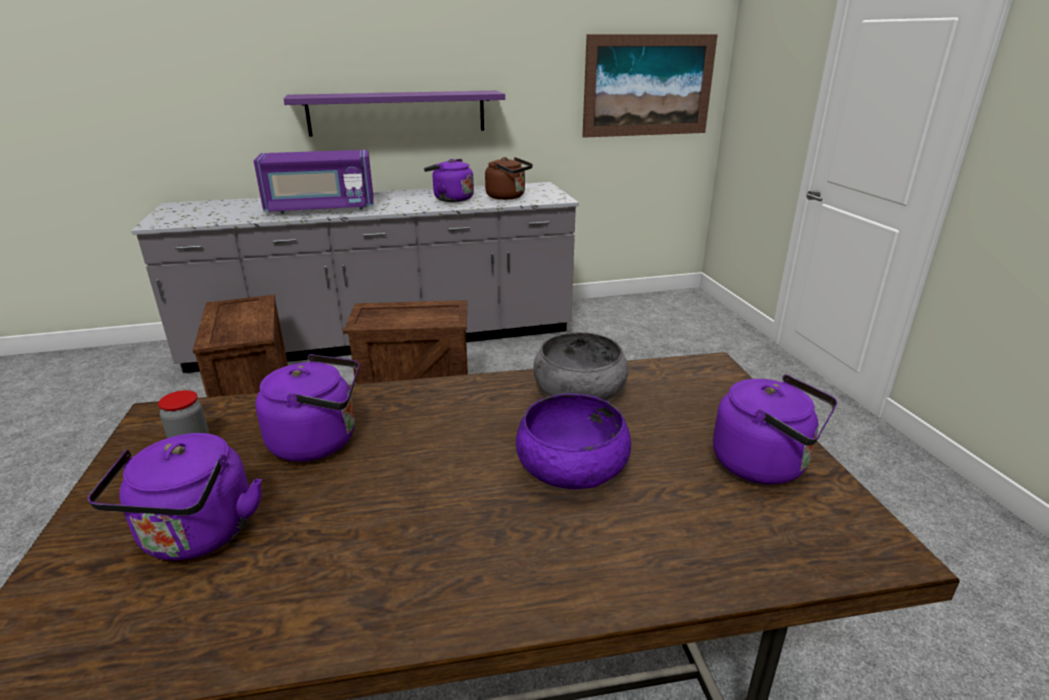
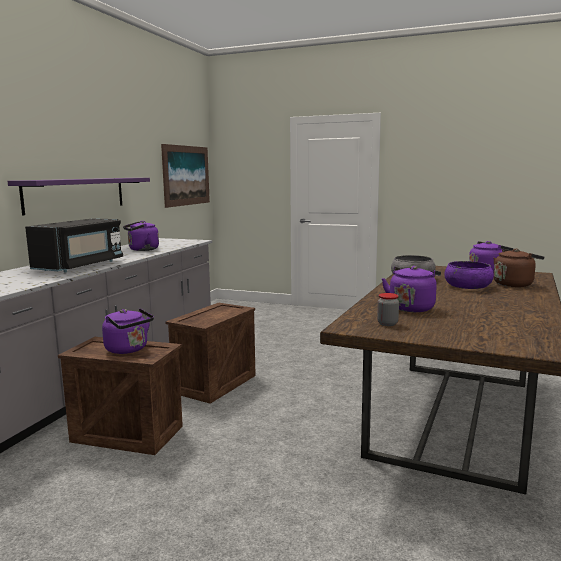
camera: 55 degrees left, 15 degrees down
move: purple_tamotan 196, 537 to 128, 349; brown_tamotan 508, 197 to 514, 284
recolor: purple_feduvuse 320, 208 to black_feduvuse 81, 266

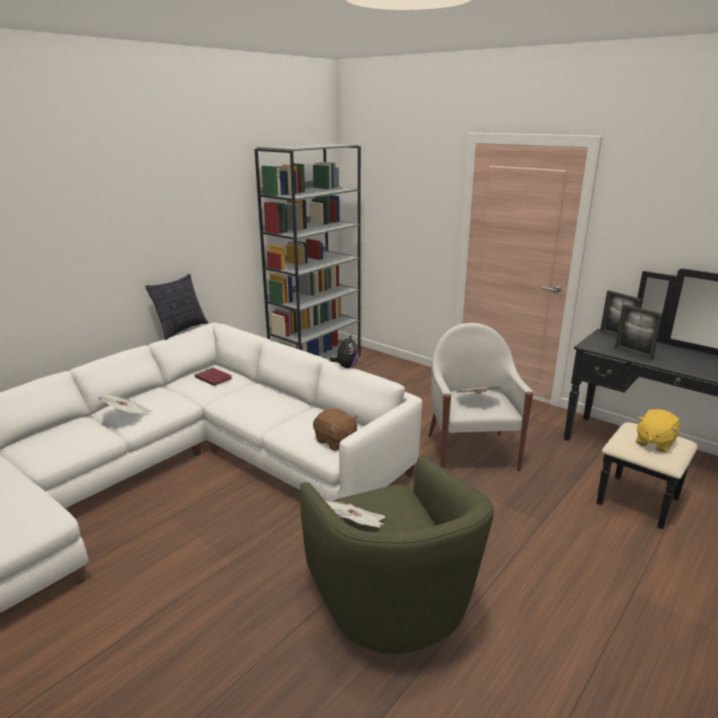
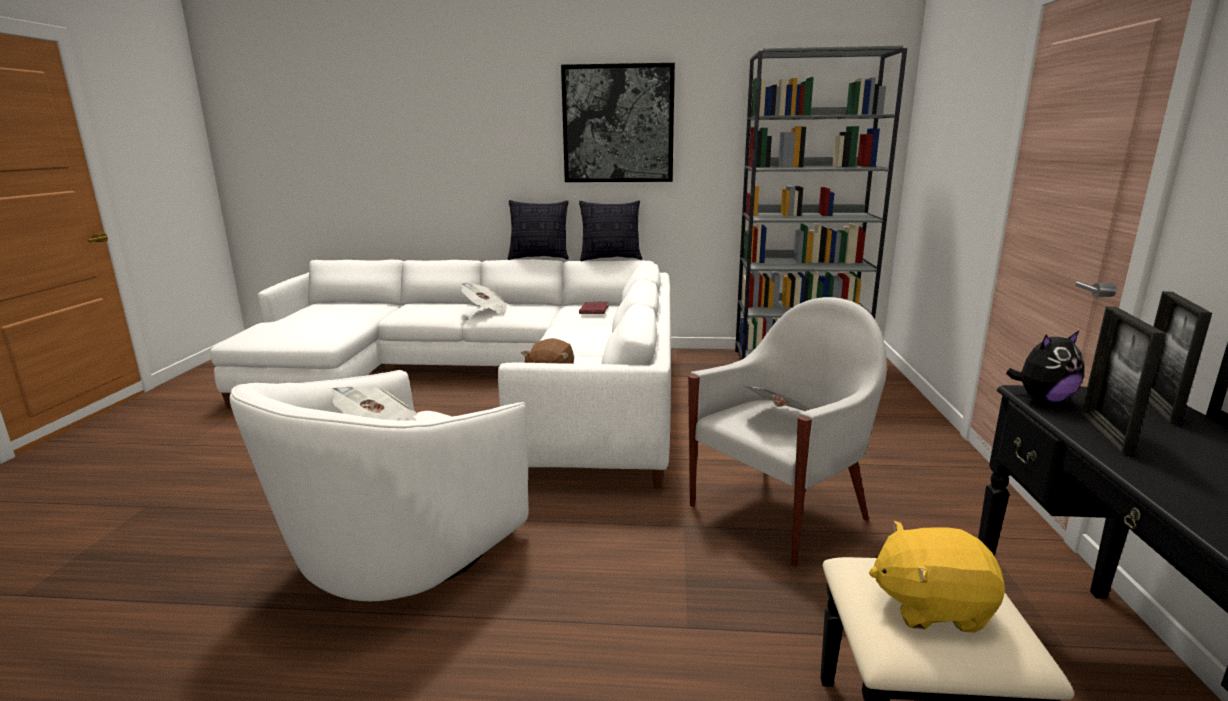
camera: 55 degrees right, 5 degrees down
insert: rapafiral 539, 258; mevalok 618, 124
move: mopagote 346, 366 to 1043, 399
recolor: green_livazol 392, 604 to white_livazol 402, 554

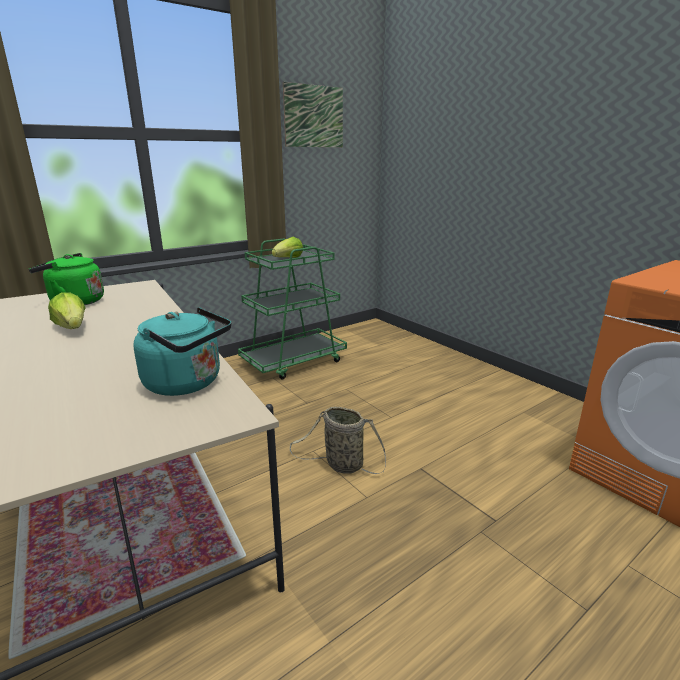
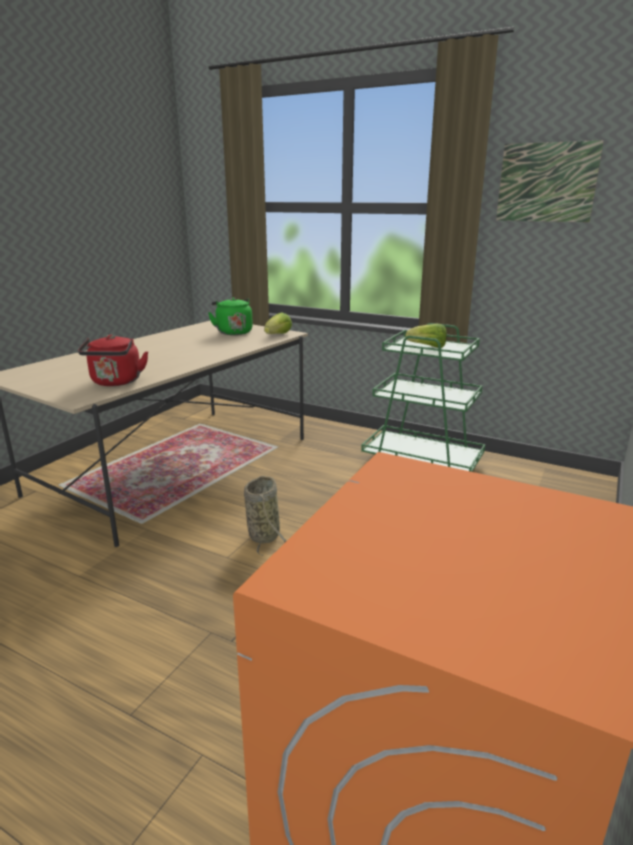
camera: 65 degrees right, 0 degrees up
move: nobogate 72, 328 to 278, 335
recolor: turquoise_tamotan 188, 383 to red_tamotan 116, 382

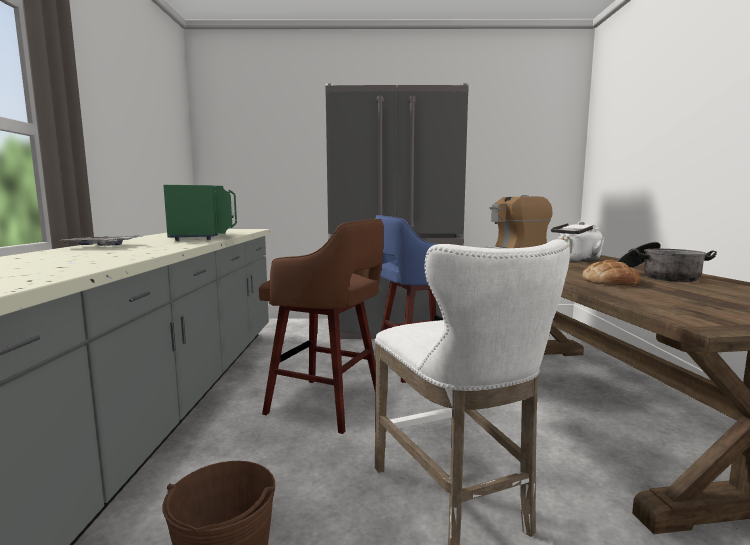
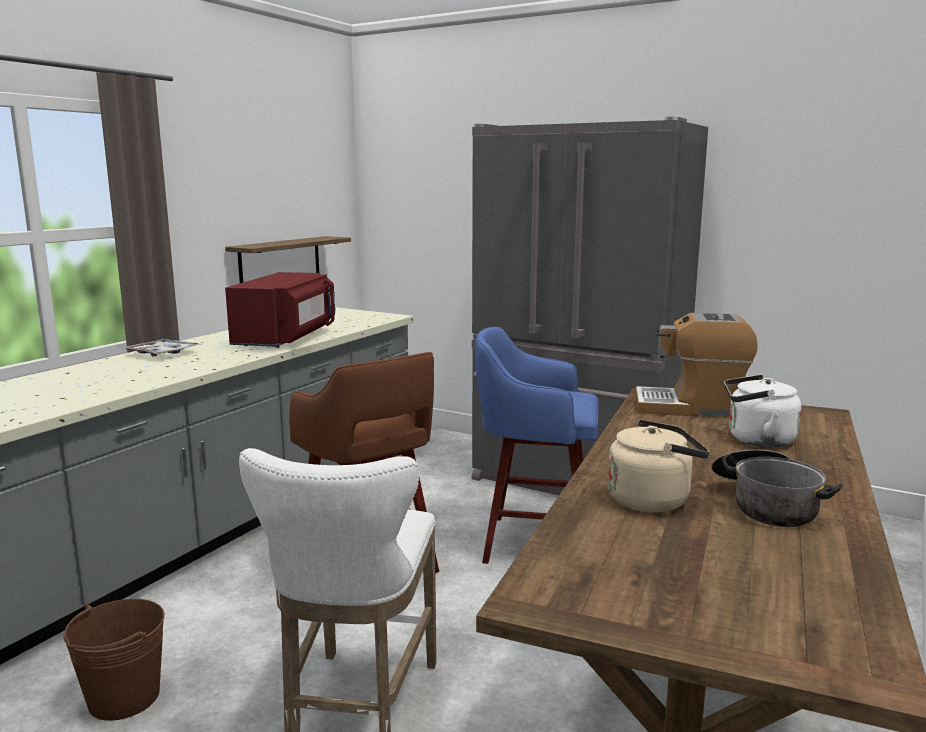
camera: 30 degrees right, 5 degrees up
insert: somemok 280, 260
replace: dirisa 610, 282 to beige_tamotan 652, 500
recolor: green_feduvuse 203, 237 to red_feduvuse 287, 338

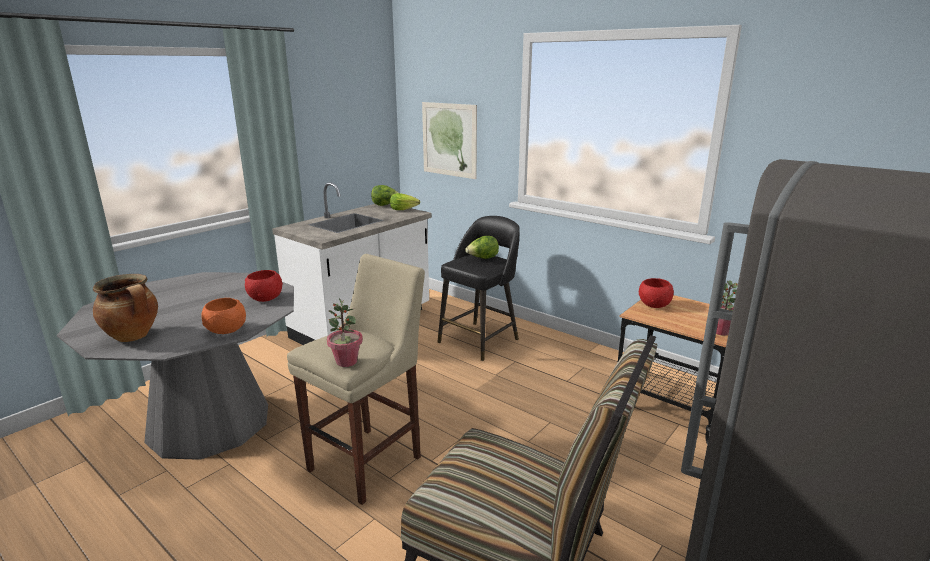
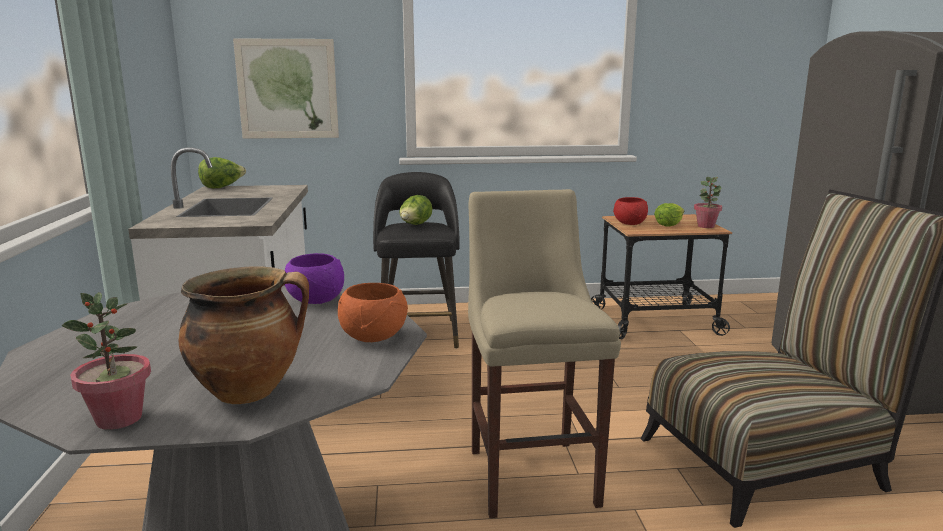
camera: 45 degrees left, 5 degrees down
move: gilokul 346, 362 to 119, 419; nobogate 403, 209 to 669, 224
recolor: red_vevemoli 265, 298 to purple_vevemoli 315, 300

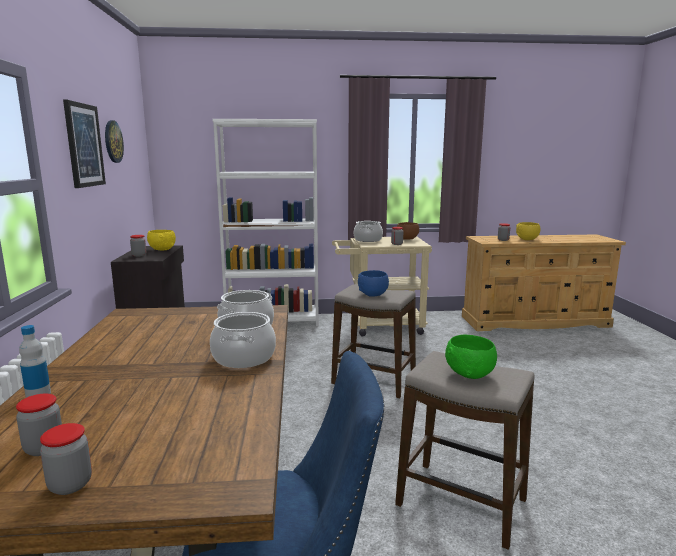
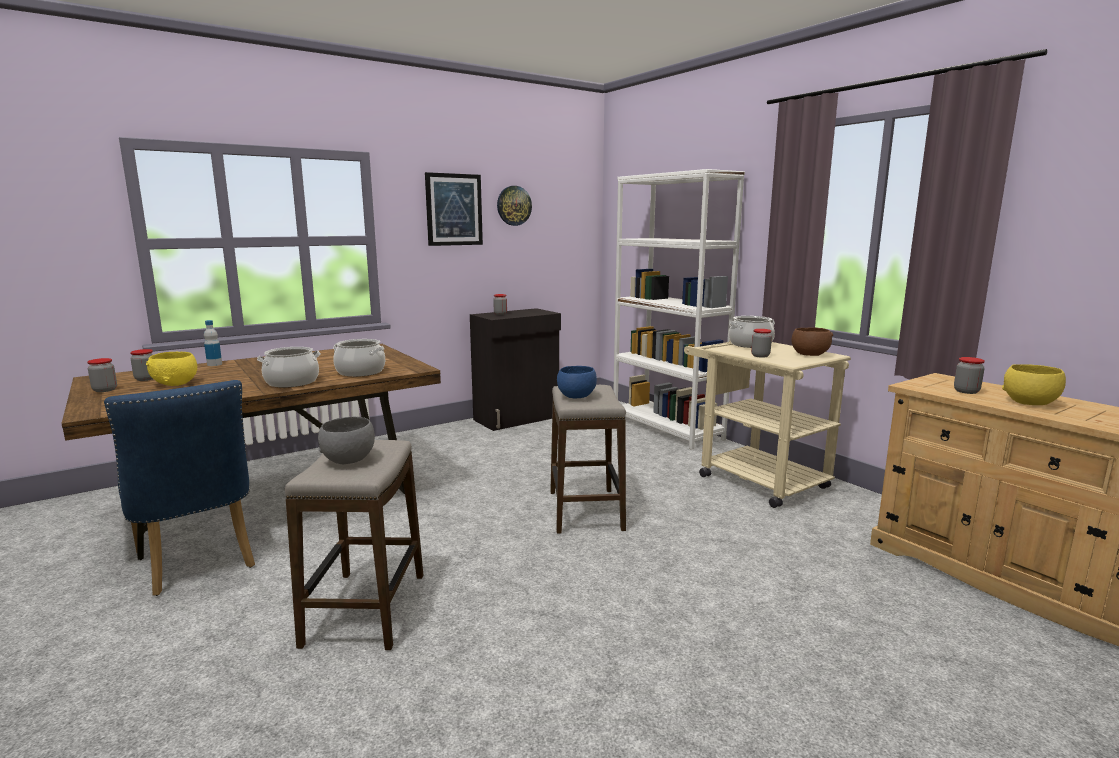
camera: 60 degrees right, 0 degrees up
move: yellow_vevemoli 162, 249 to 176, 383
recolor: green_vevemoli 470, 374 to grey_vevemoli 349, 460

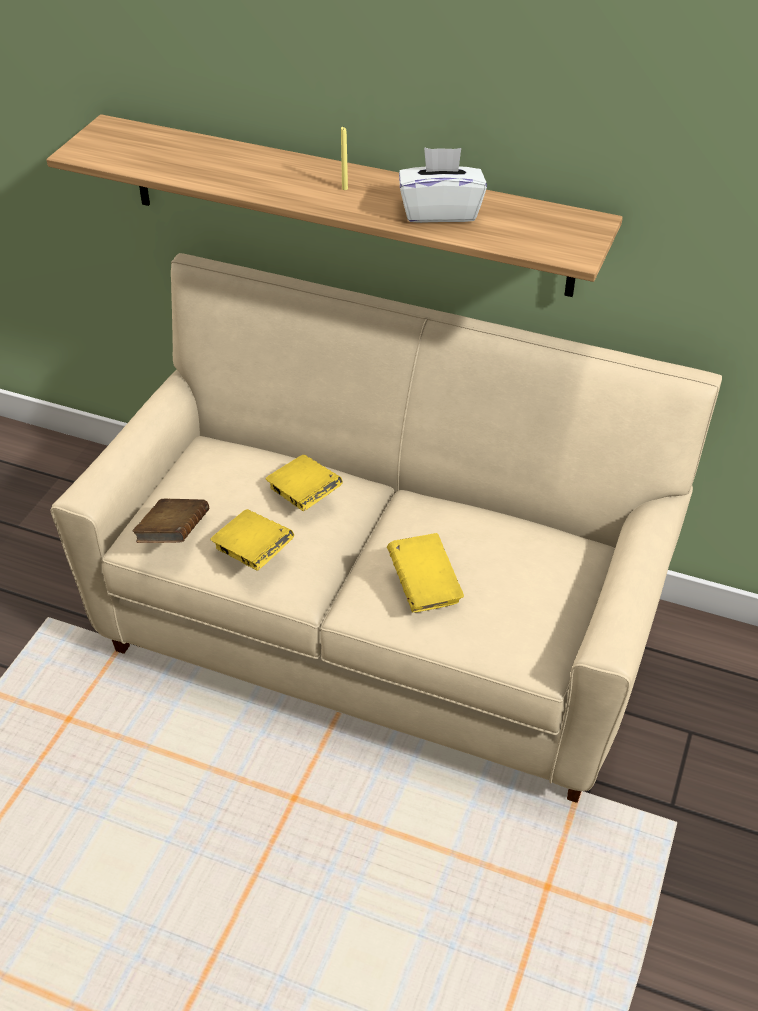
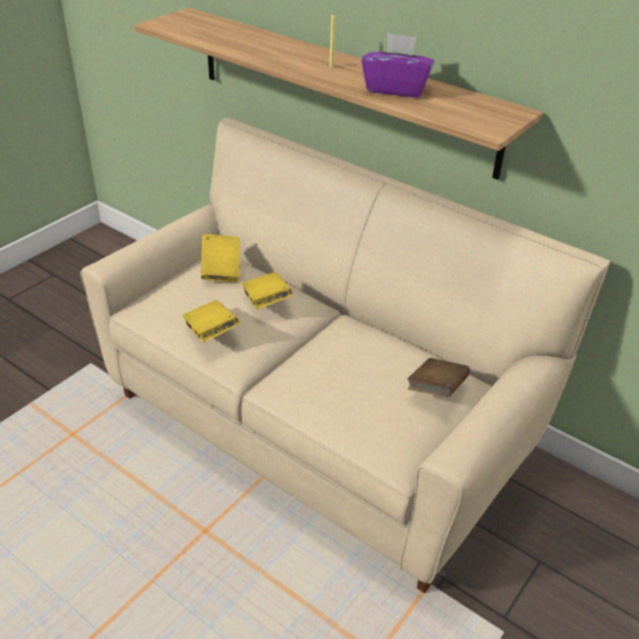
camera: 15 degrees right, 5 degrees down
move: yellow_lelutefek 424, 586 to 221, 269; brown_lelutefek 174, 535 to 436, 390
recolor: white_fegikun 440, 212 to purple_fegikun 396, 89

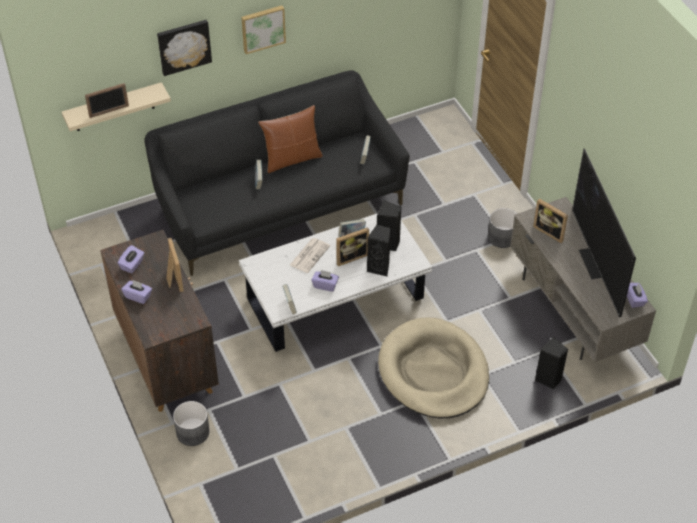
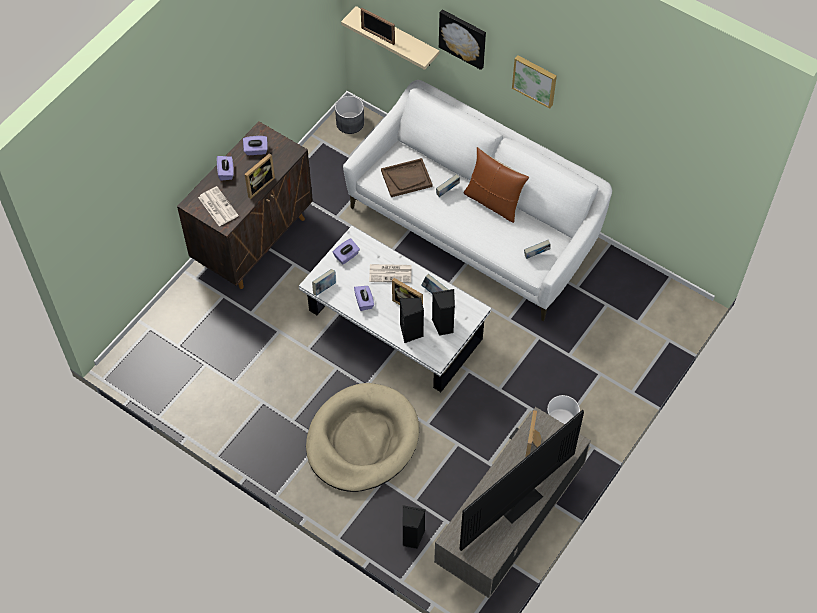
camera: 60 degrees right, 10 degrees up
insert: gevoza 217, 206; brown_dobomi 406, 178
move: purple_fegikun 634, 299 to 346, 256; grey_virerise 192, 432 to 350, 122
recolor: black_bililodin 278, 204 to white_bililodin 475, 227

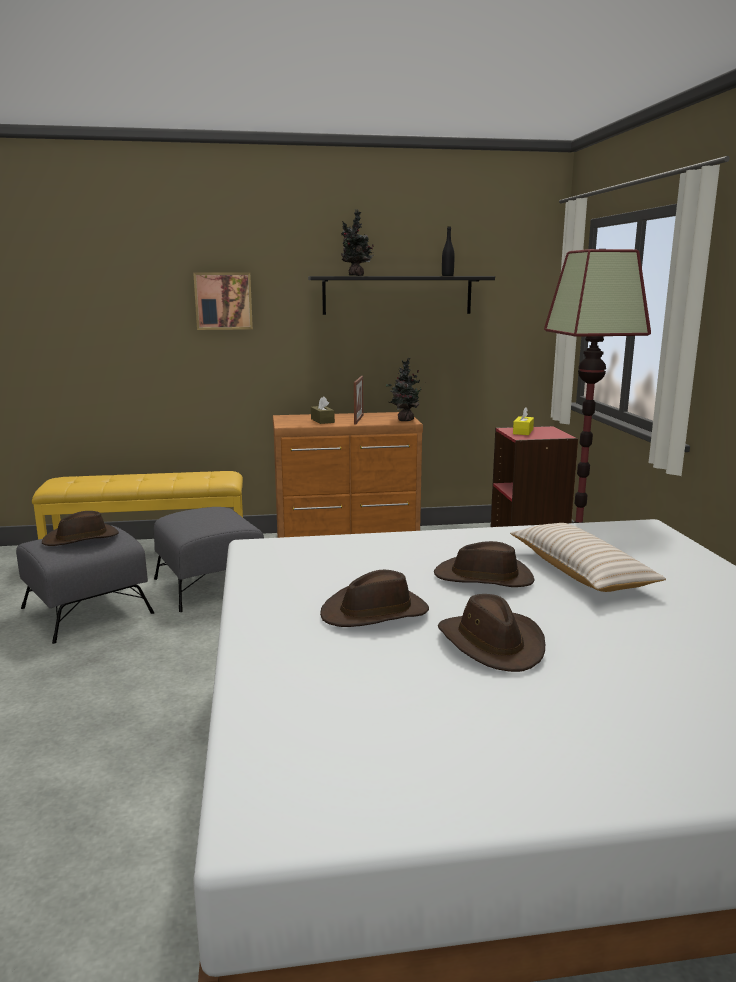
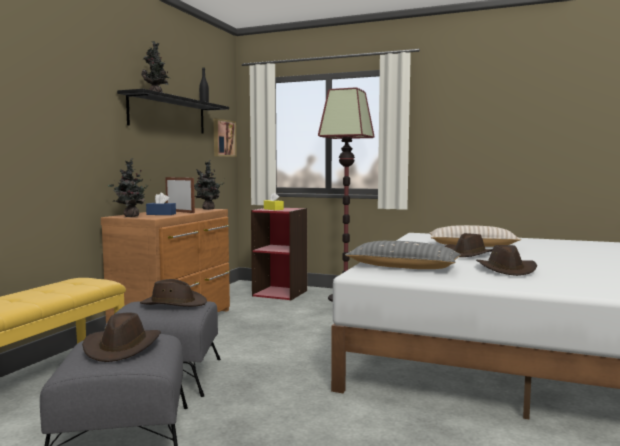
camera: 60 degrees left, 10 degrees down
insert: gilokul 130, 216; grey_rapafiral 403, 267
move: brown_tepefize 492, 643 to 173, 304; mevalok 223, 301 to 223, 138
recolor: brown_fegikun 322, 420 to blue_fegikun 161, 214

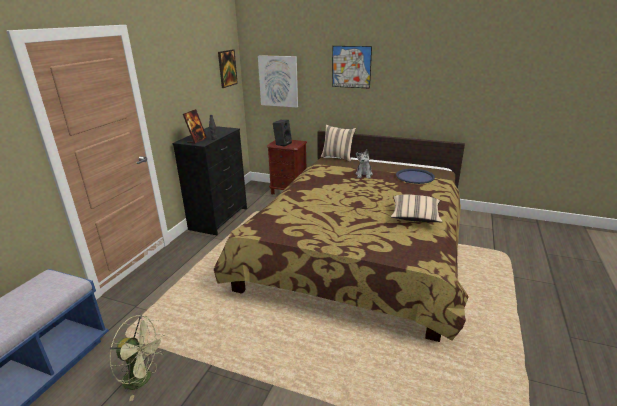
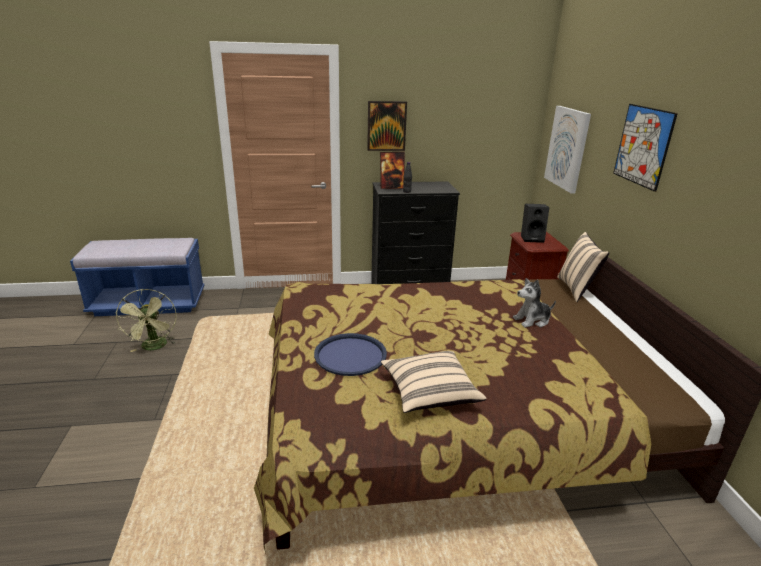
camera: 60 degrees right, 0 degrees up
move: blue_dobomi 415, 177 to 350, 355; mevalok 227, 68 to 386, 126

